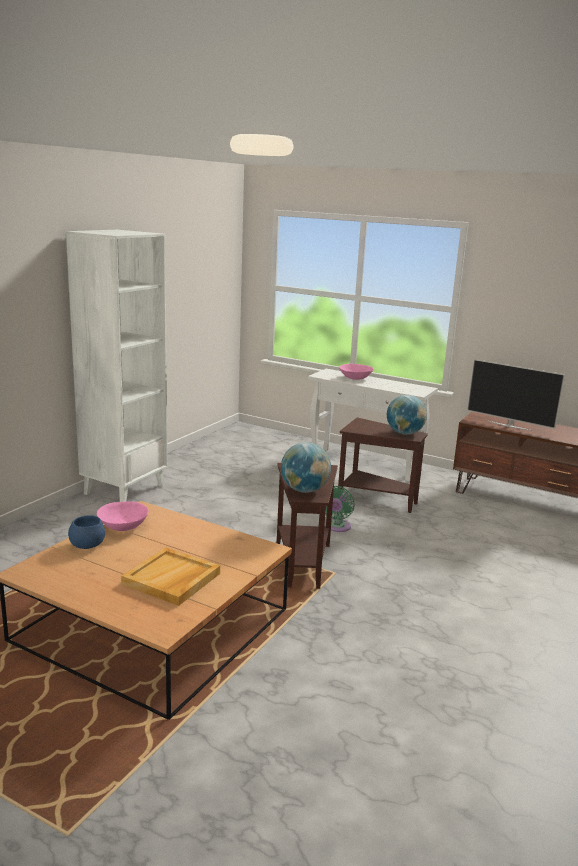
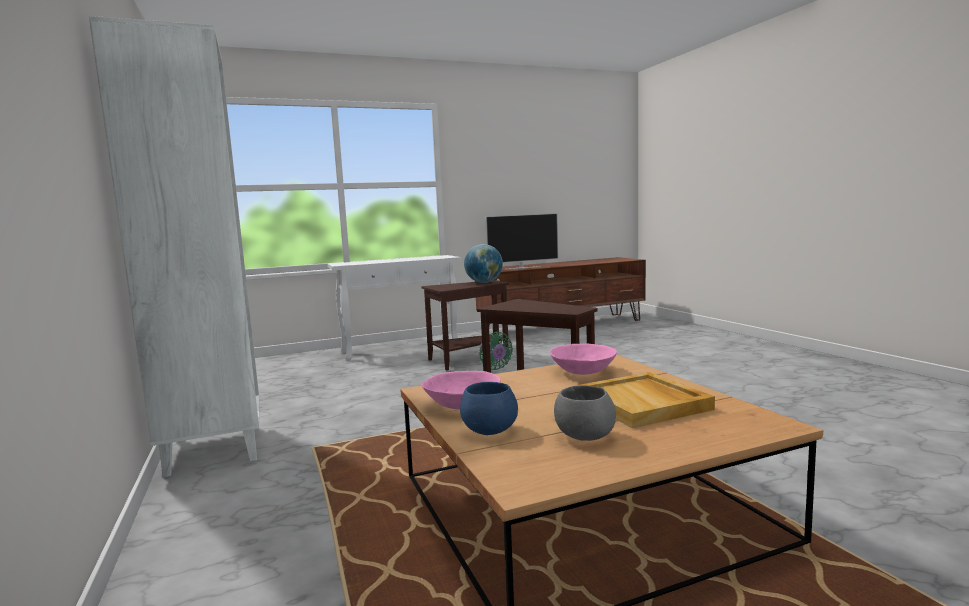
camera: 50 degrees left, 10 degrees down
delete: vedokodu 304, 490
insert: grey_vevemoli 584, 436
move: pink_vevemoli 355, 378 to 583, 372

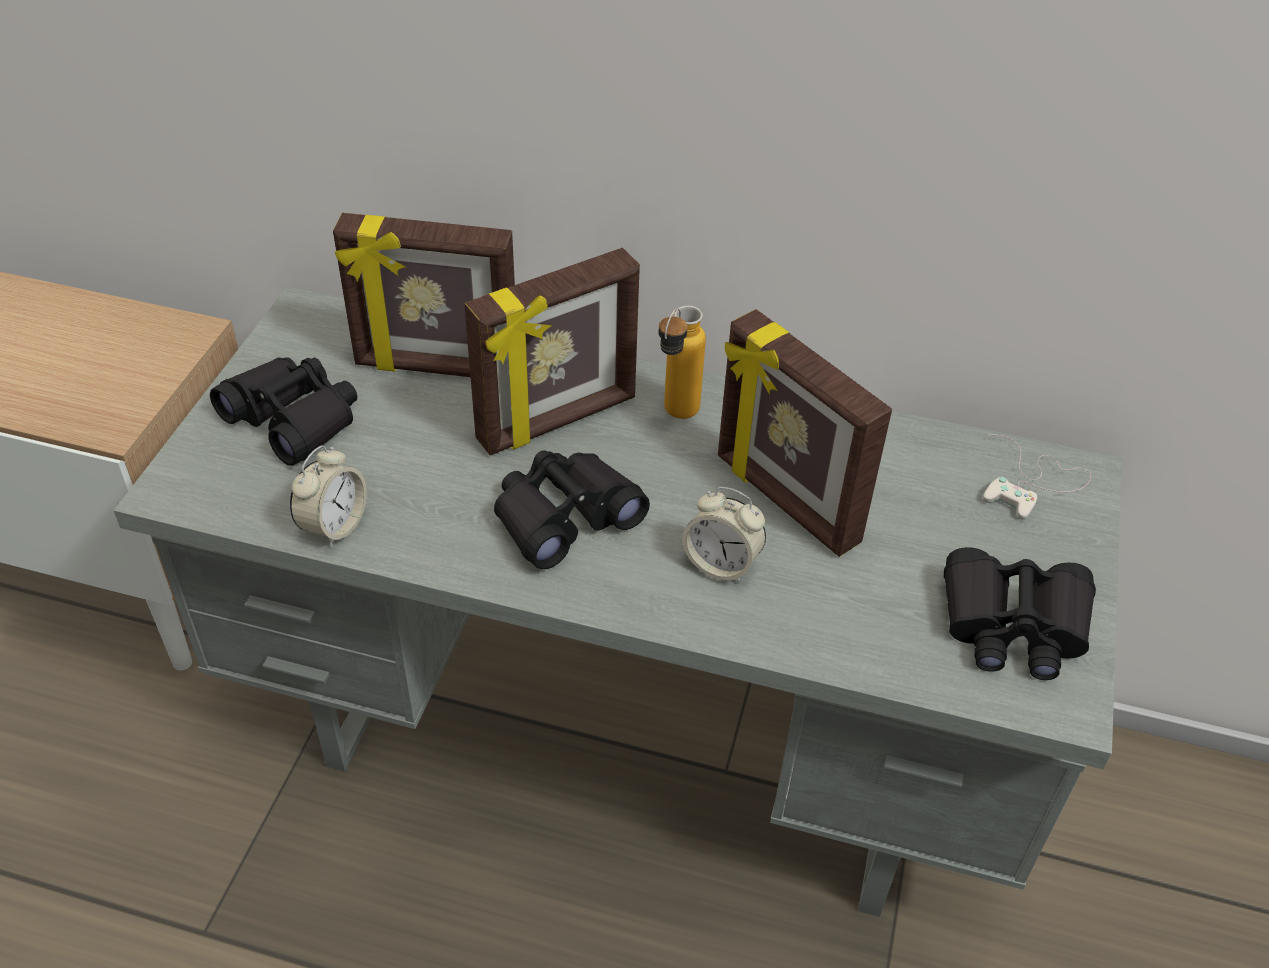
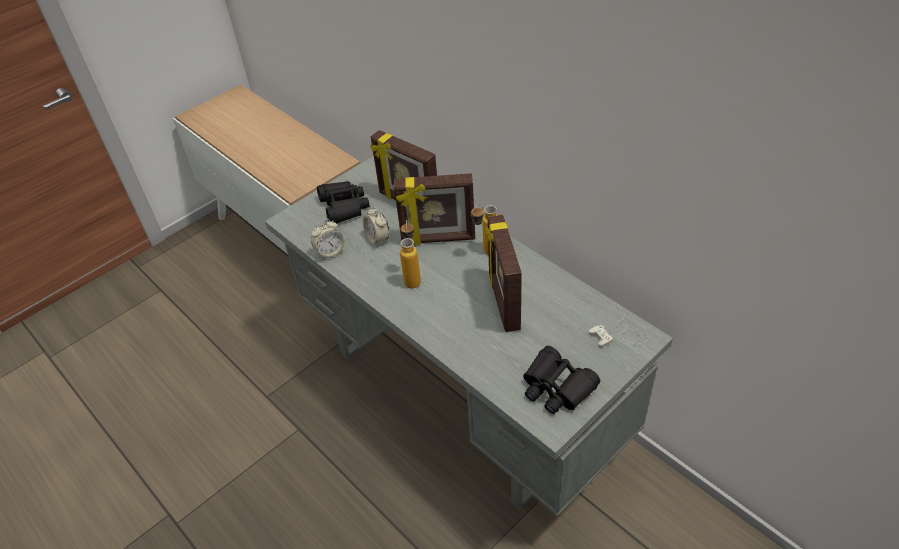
camera: 35 degrees right, 0 degrees up
move: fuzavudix 721, 564 to 377, 239
replace: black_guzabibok 564, 517 to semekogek 412, 278

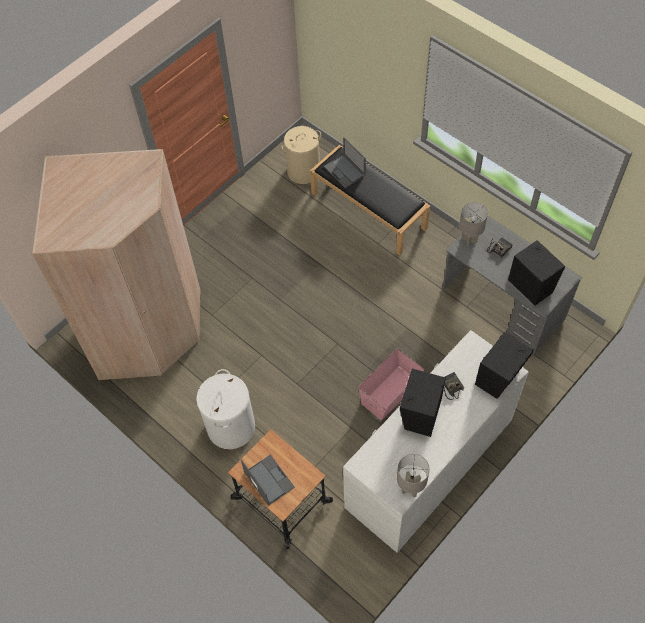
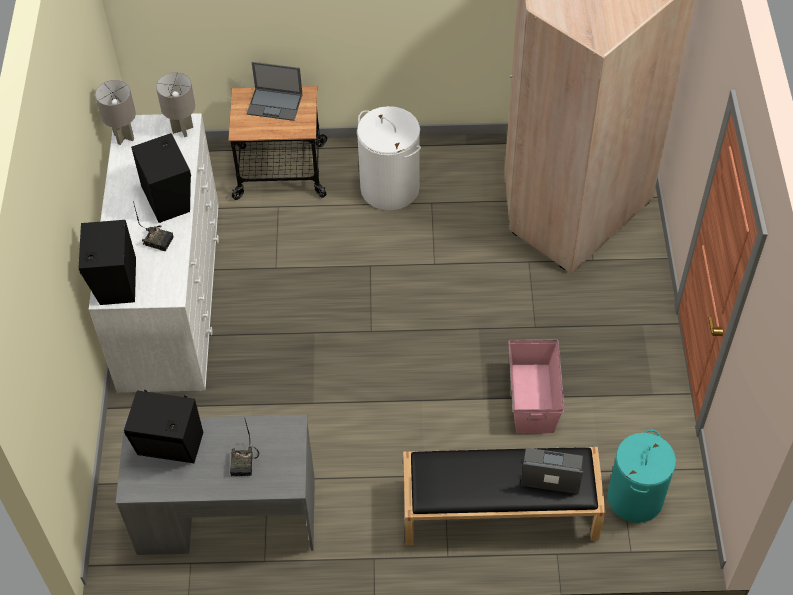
camera: 135 degrees right, 5 degrees down
move: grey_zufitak 469, 240 to 182, 130; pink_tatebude 389, 392 to 533, 397
recolor: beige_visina 304, 171 to turquoise_visina 635, 498

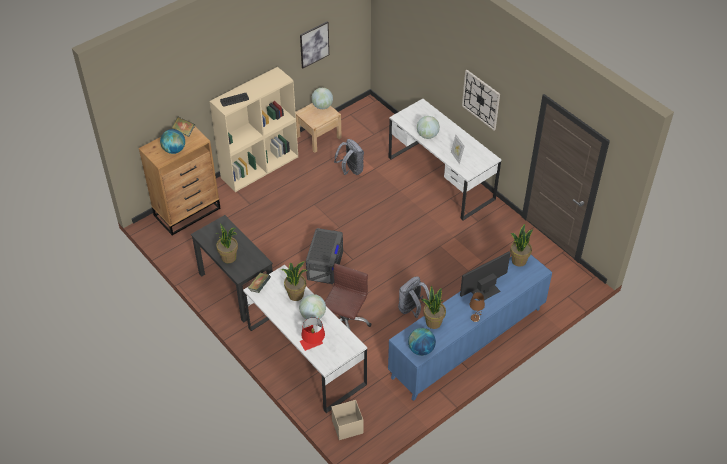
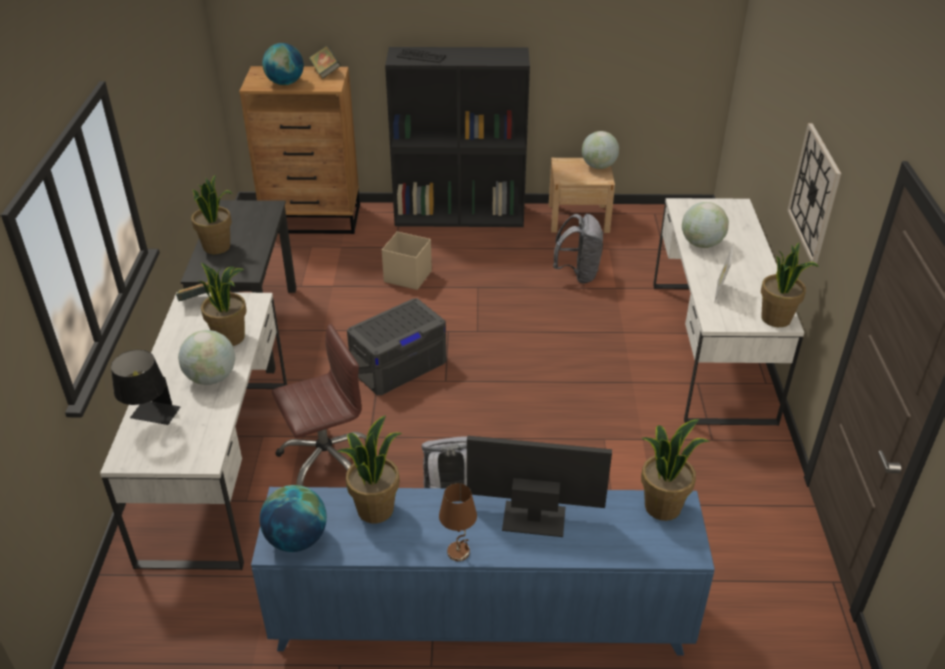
camera: 40 degrees right, 10 degrees down
delete: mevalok 314, 44
insert: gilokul 776, 319
move: beige_tatebude 347, 427 to 407, 276
recolor: red_zufitak 313, 345 to black_zufitak 151, 418; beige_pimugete 260, 166 to black_pimugete 460, 215

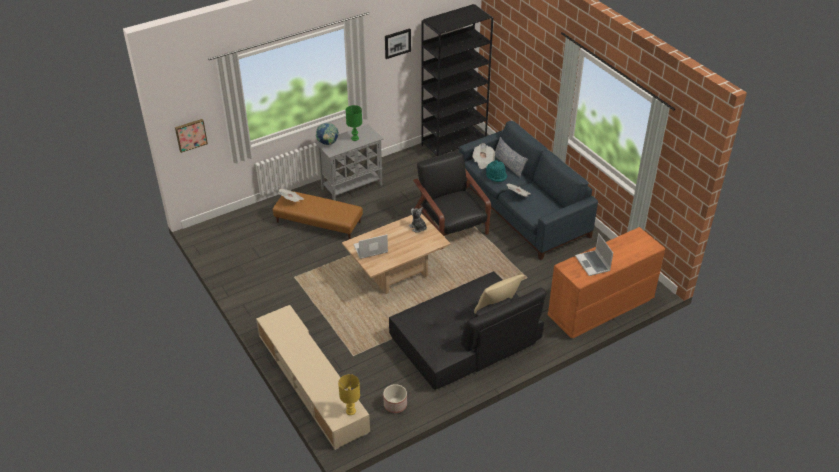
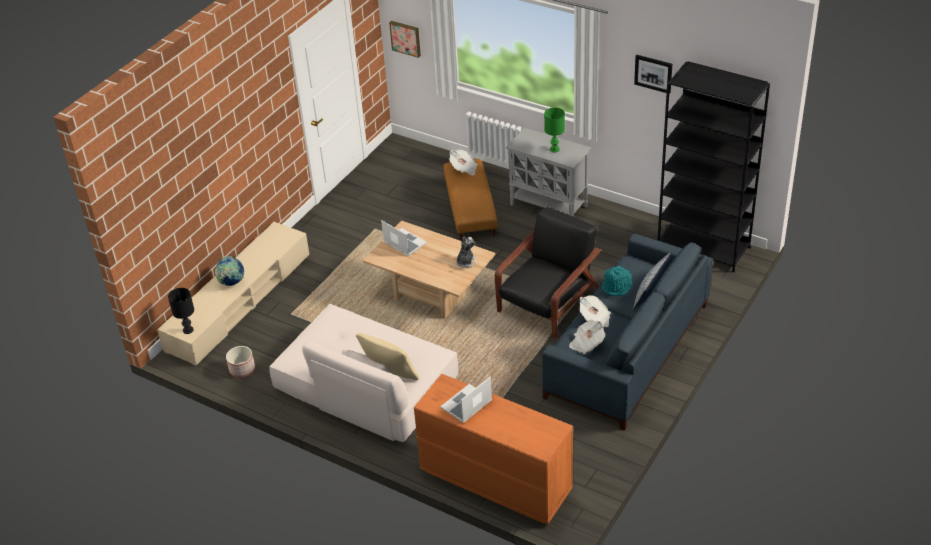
camera: 65 degrees right, 0 degrees up
move: vedokodu 328, 143 to 231, 283; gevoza 483, 161 to 586, 343
recolor: yellow_zufitak 350, 411 to black_zufitak 187, 330; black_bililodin 465, 339 to beige_bililodin 365, 384

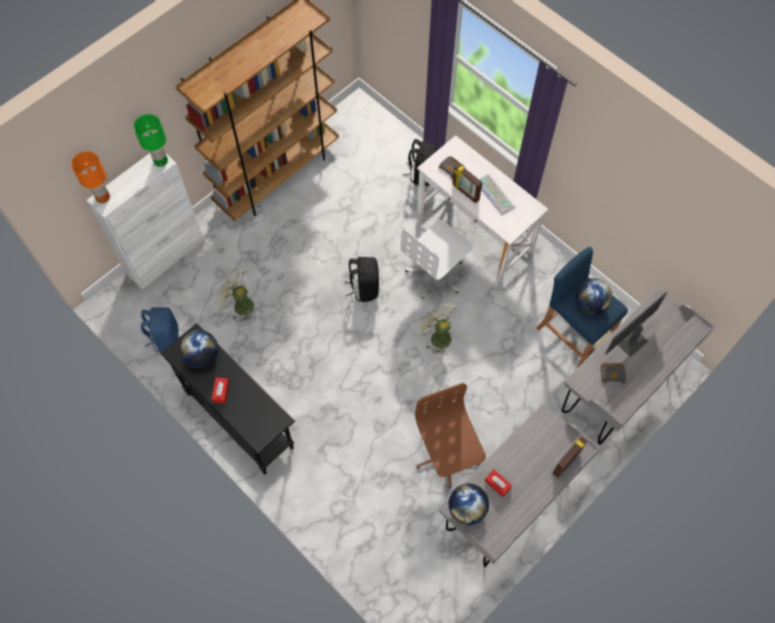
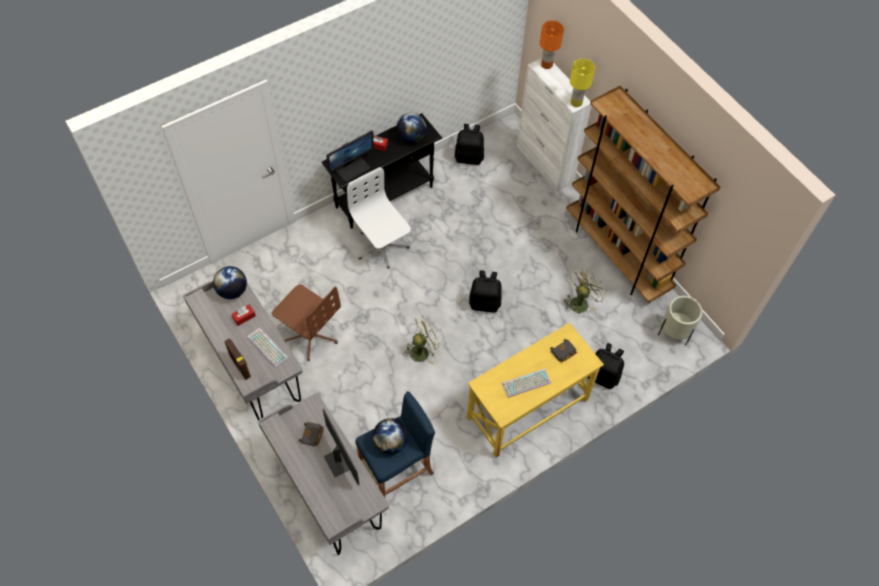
camera: 100 degrees right, 5 degrees down
delete: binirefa 465, 193
insert: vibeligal 266, 347; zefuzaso 352, 168; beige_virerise 674, 333
move: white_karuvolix 436, 274 to 381, 247; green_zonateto 239, 305 to 580, 301
recolor: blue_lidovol 165, 337 to black_lidovol 469, 157; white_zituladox 475, 231 to yellow_zituladox 527, 409; green_zufitak 161, 161 to yellow_zufitak 576, 103
rotate: brown_karuvolix 447, 456 = 310, 334 45 degrees clockwise

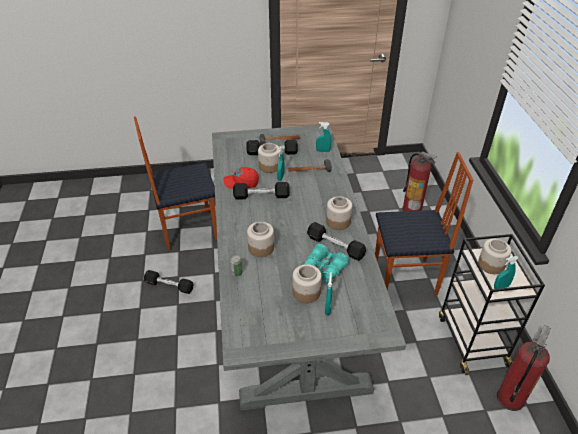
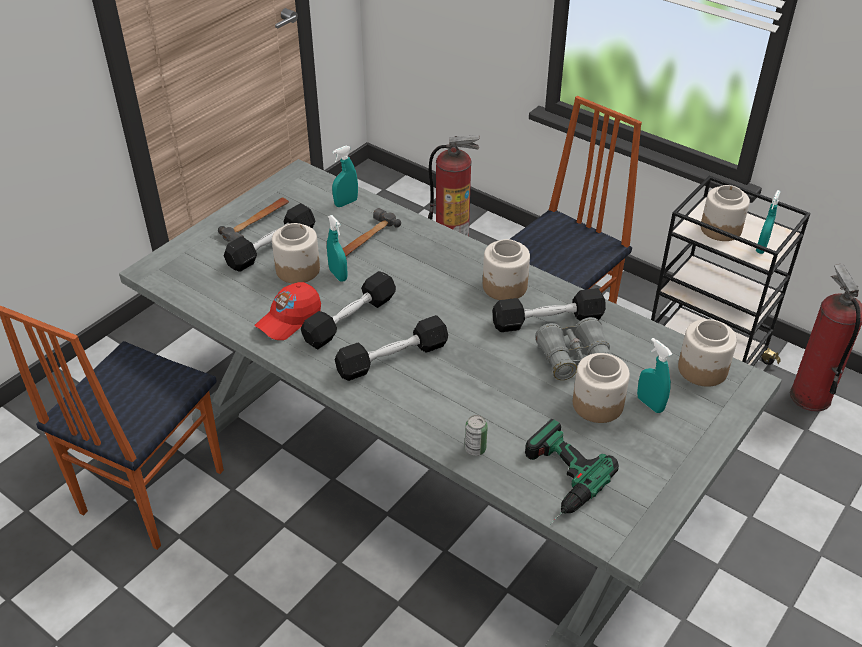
camera: 45 degrees left, 0 degrees up
insert: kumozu 555, 480
move: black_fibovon 169, 286 to 392, 358; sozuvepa 261, 247 to 701, 369
recolor: turquoise_guzabibok 324, 268 to grey_guzabibok 574, 358

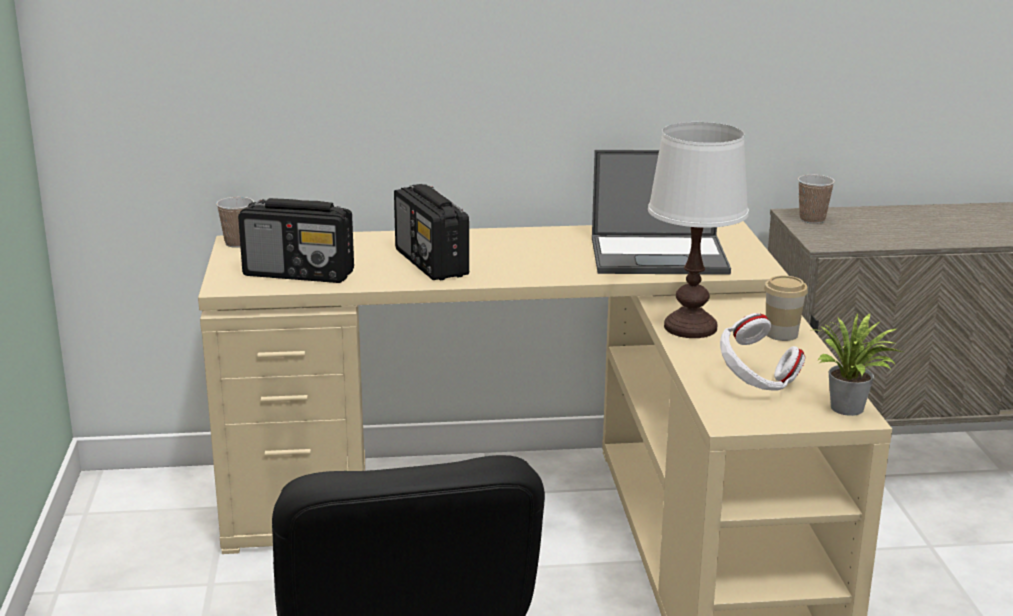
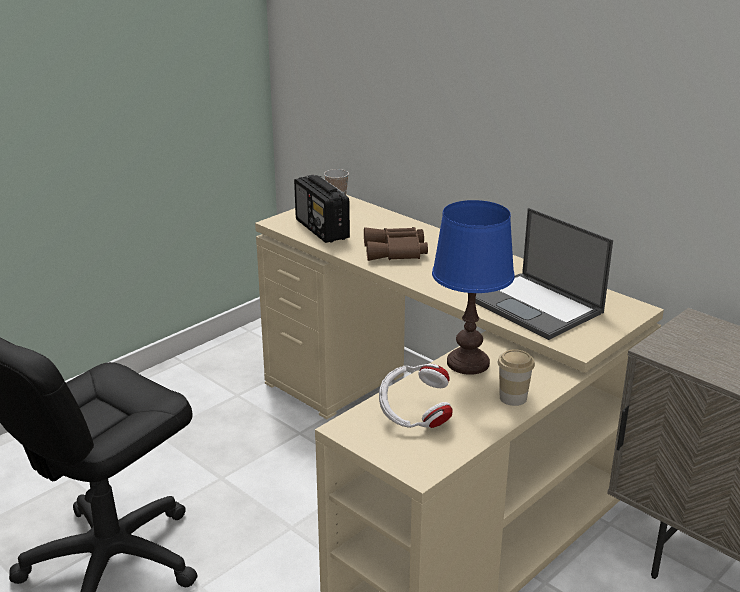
camera: 50 degrees right, 5 degrees up
delete: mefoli 812, 220; gilokul 849, 410
replace: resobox 431, 263 to brown_guzabibok 396, 252
recolor: white_zufitak 689, 327 to blue_zufitak 468, 363

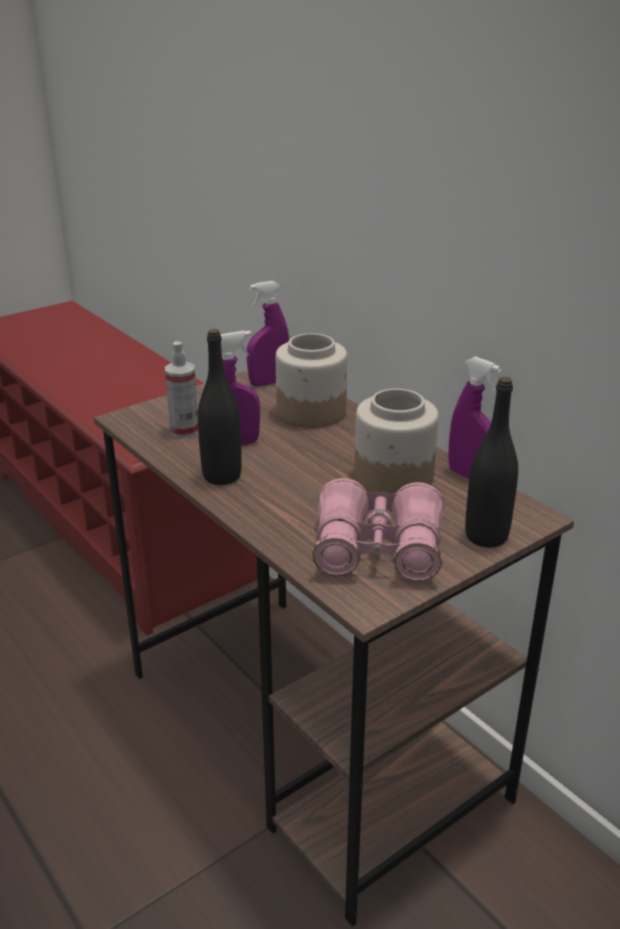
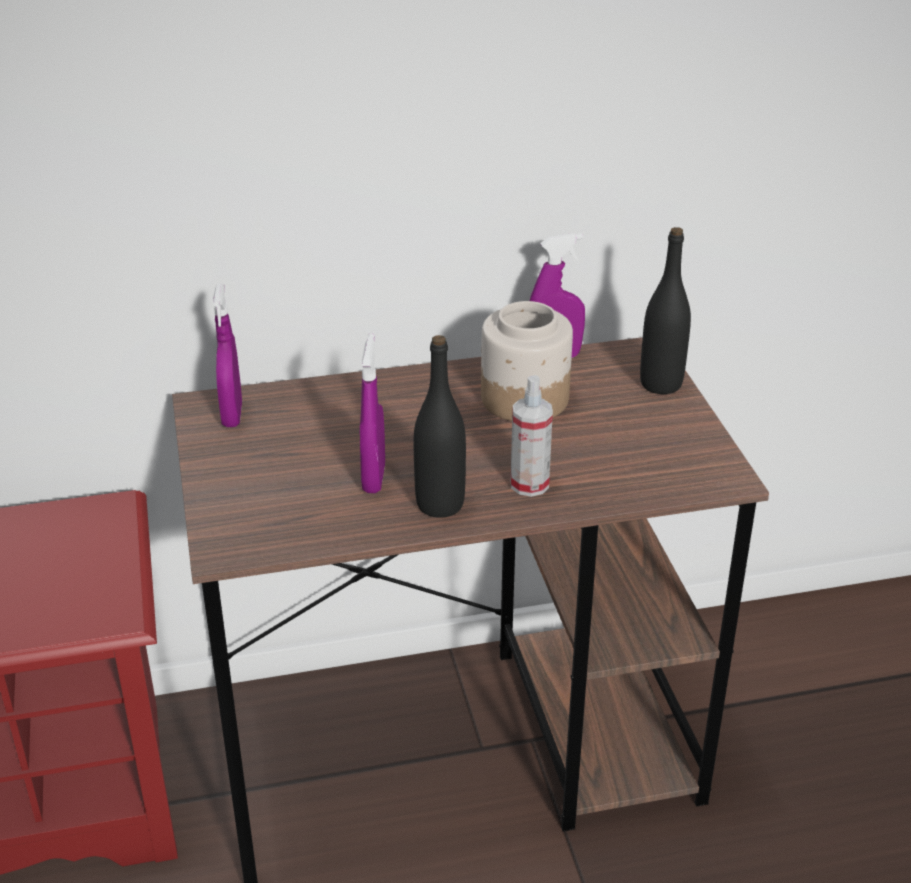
camera: 65 degrees left, 5 degrees up
delete: sozuvepa 312, 412; pink_guzabibok 377, 550
move: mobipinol 184, 431 to 529, 484

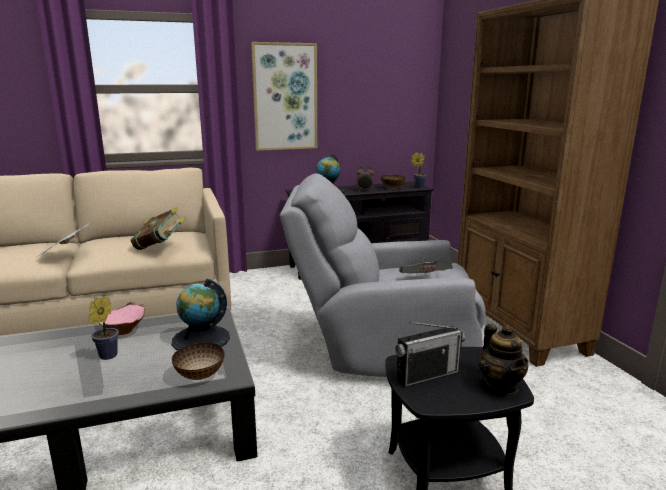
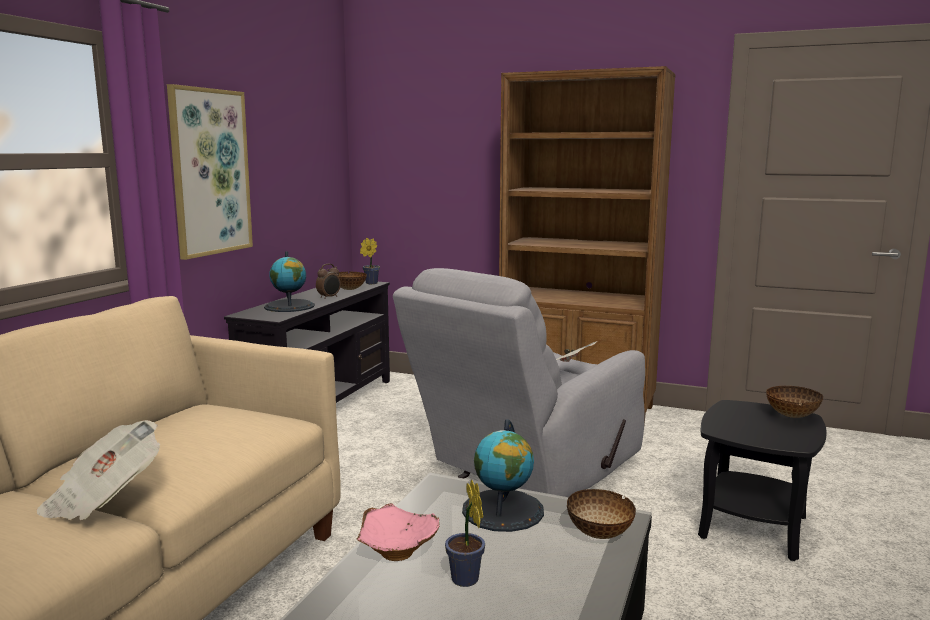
camera: 50 degrees left, 5 degrees down
delete: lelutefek 160, 247; resobox 427, 375
replace: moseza 500, 385 to vevemoli 791, 415

